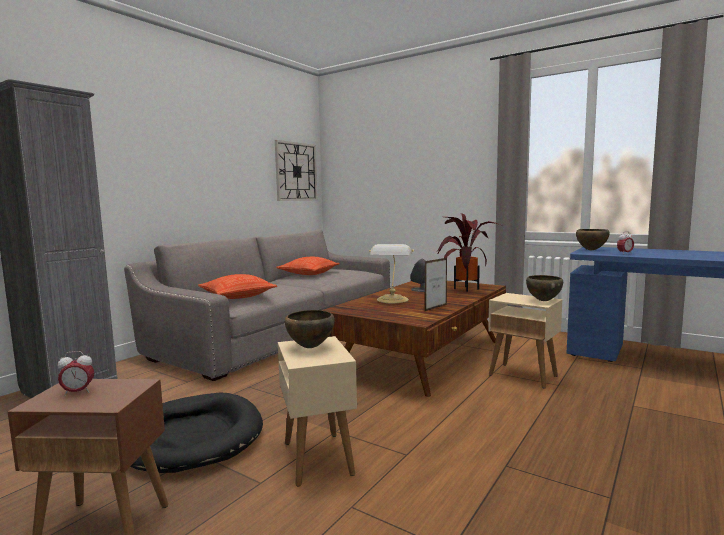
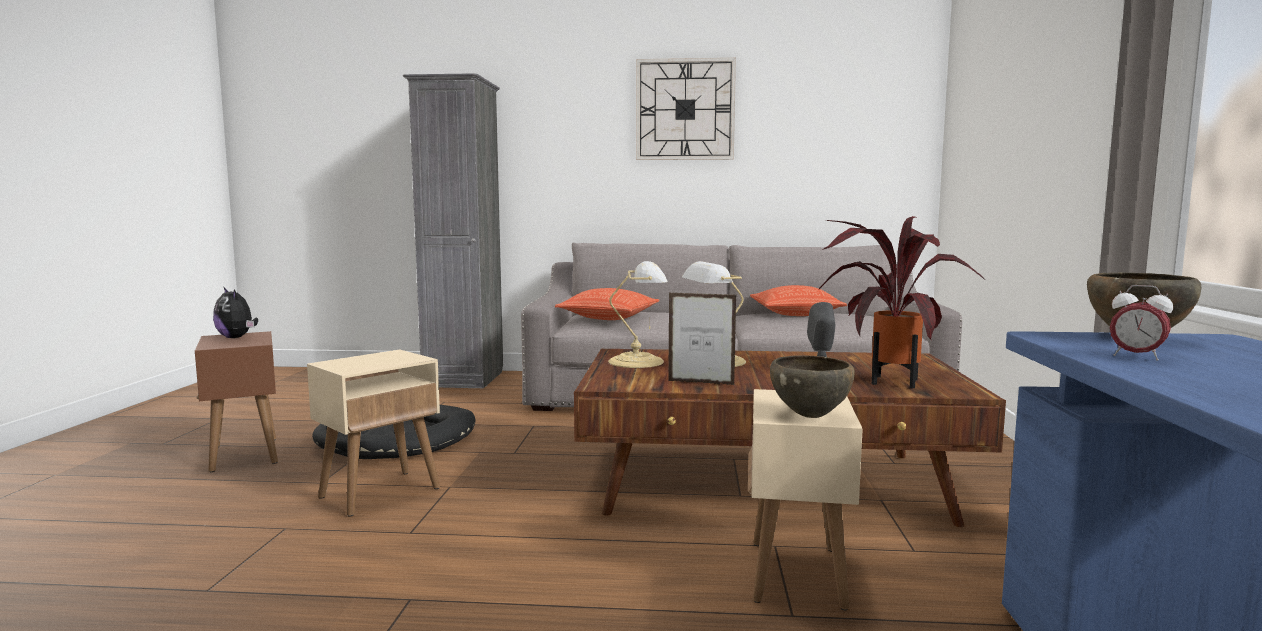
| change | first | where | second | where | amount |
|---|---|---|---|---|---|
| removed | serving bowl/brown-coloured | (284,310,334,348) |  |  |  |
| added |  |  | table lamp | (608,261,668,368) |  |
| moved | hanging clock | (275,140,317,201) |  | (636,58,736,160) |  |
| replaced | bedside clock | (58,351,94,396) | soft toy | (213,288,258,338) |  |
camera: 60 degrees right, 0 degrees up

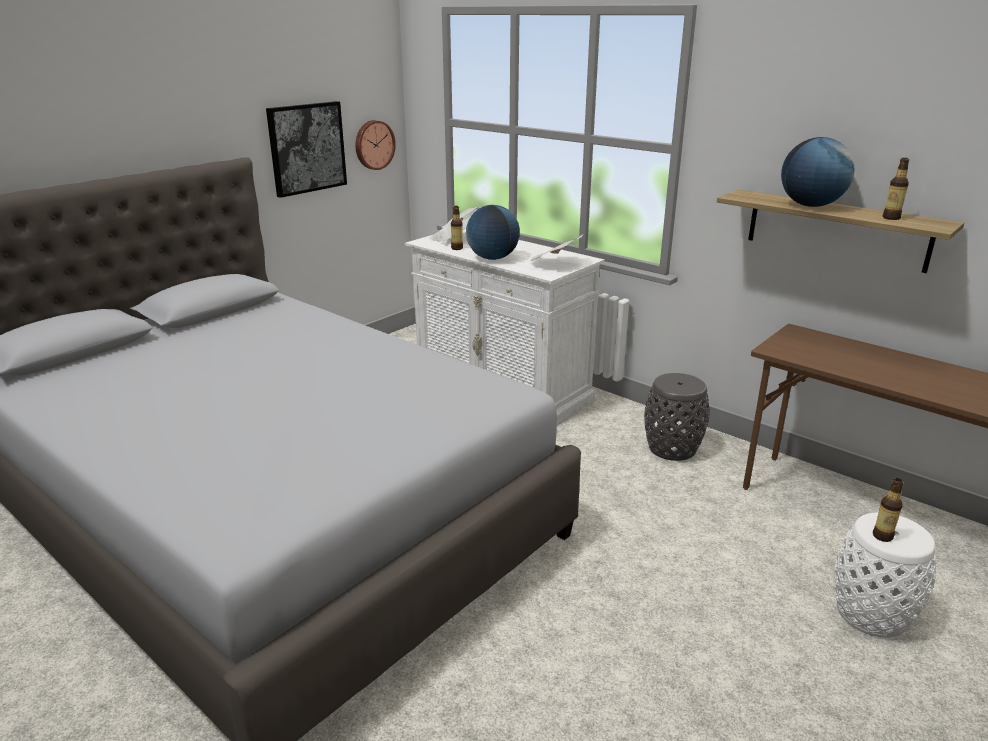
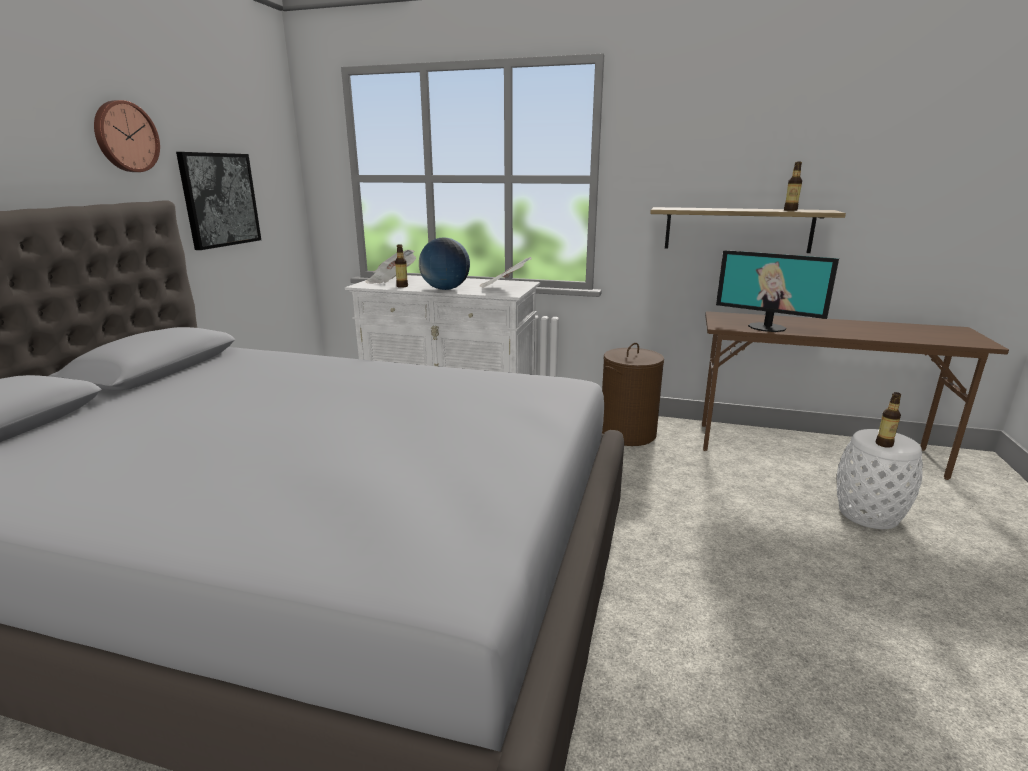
| change | first | where | second | where | amount |
|---|---|---|---|---|---|
| removed | globe | (781,137,854,207) |  |  |  |
| added |  |  | computer screen | (716,250,839,332) |  |
| moved | hanging clock | (355,120,396,170) |  | (94,100,160,172) |  |
| replaced | stool seat/grey | (644,373,709,461) | washing basket/brown-coloured | (602,343,664,446) |  |
camera: 25 degrees left, 5 degrees down

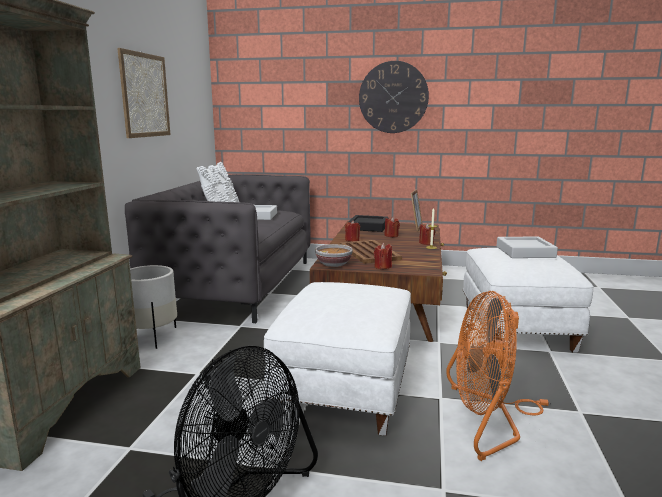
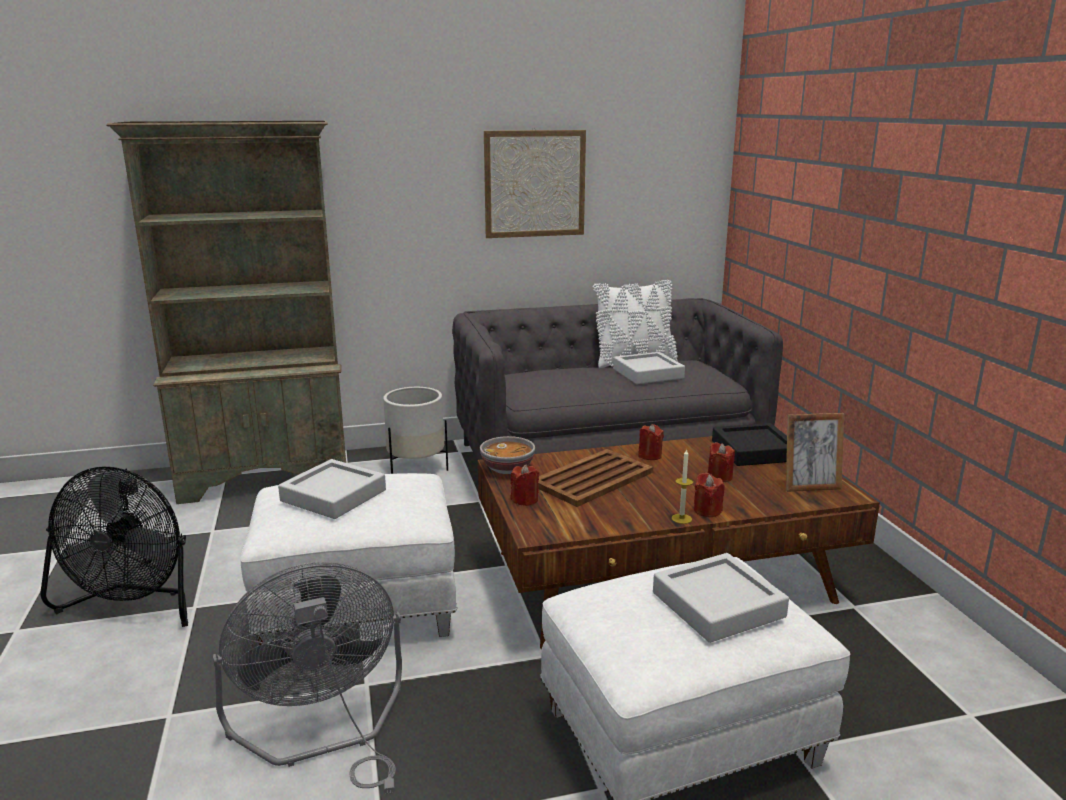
| change | first | where | second | where | amount |
|---|---|---|---|---|---|
| removed | hanging clock | (359,61,429,133) |  |  |  |
| added |  |  | tray/grey | (278,459,386,519) |  |
| recoloured | fan/orange-coloured | (446,291,551,461) | fan/grey | (213,562,402,794) |  |
camera: 65 degrees right, 5 degrees up

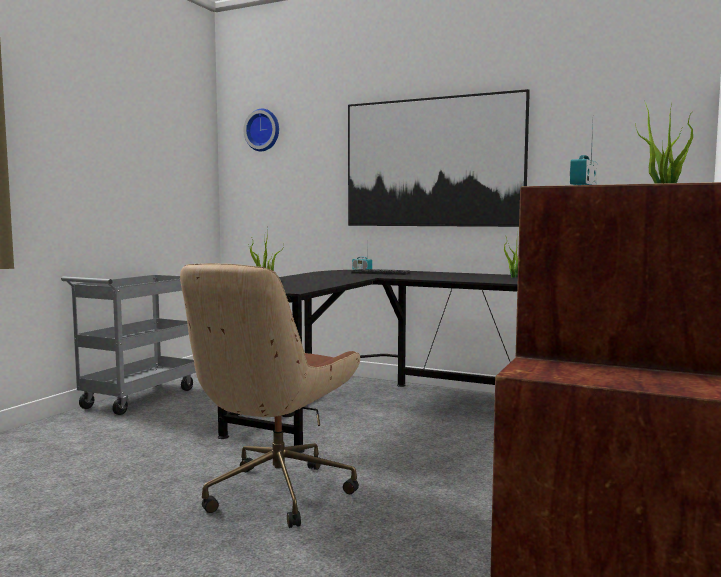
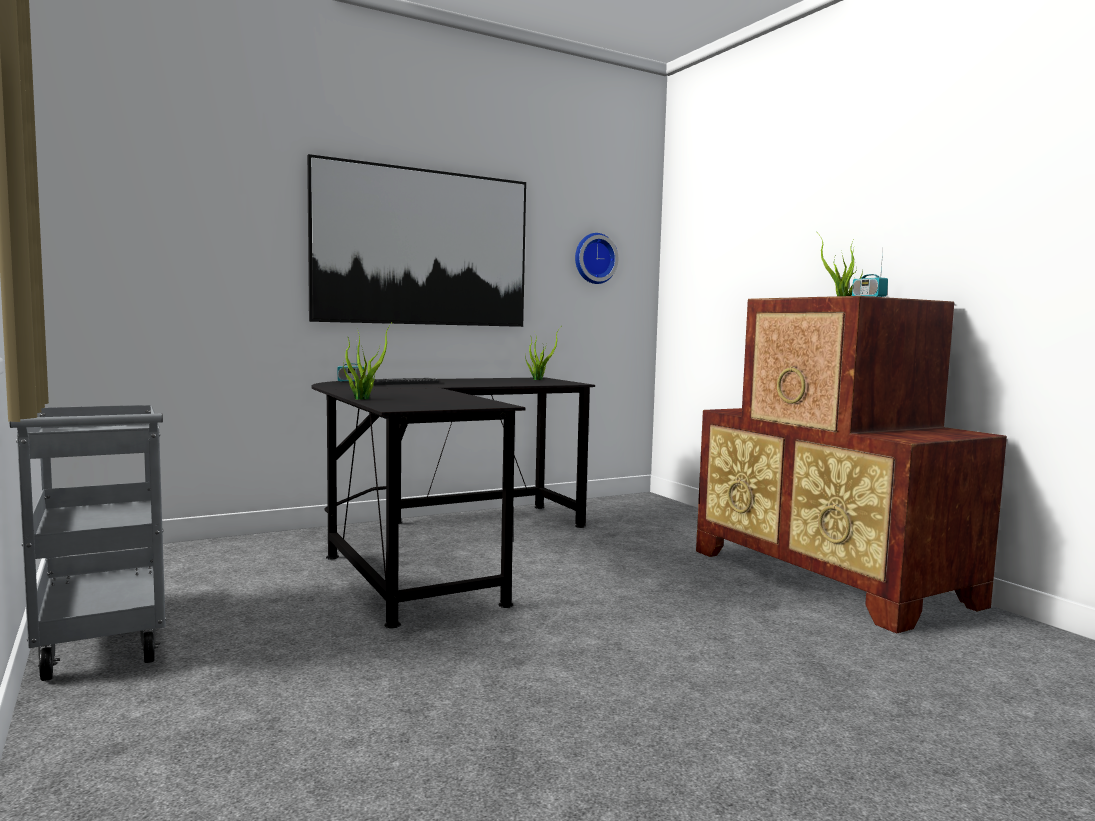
| change | first | where | second | where | amount |
|---|---|---|---|---|---|
| removed | computer chair/brown-coloured | (180,263,360,528) |  |  |  |
| moved | hanging clock | (244,109,279,151) |  | (575,233,618,284) |  |
camera: 55 degrees left, 0 degrees up

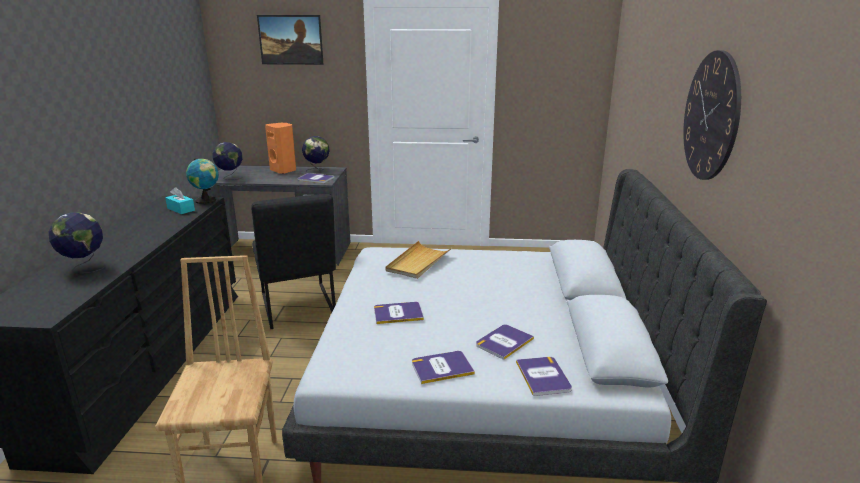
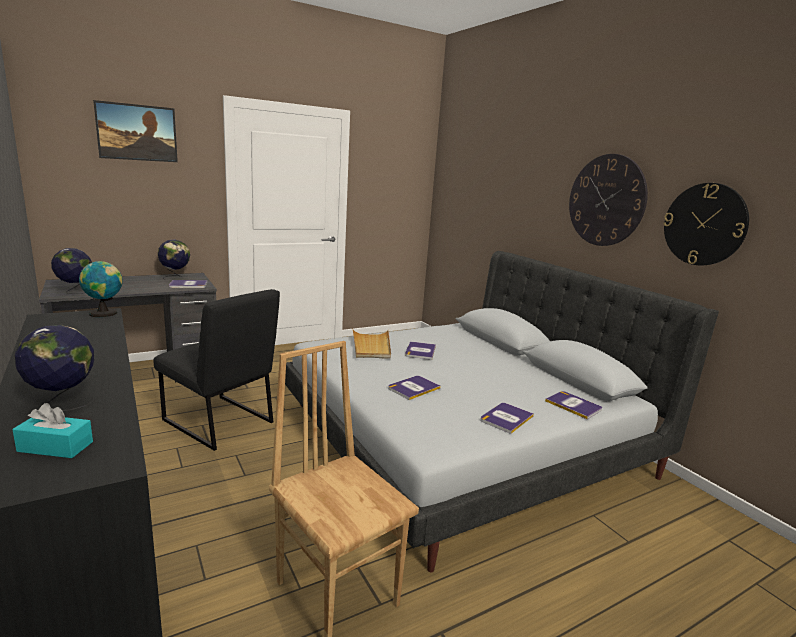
| change | first | where | second | where | amount |
|---|---|---|---|---|---|
| removed | audio speaker/orange-coloured | (265,123,296,174) |  |  |  |
| added |  |  | hanging clock | (663,183,749,266) |  |
| moved | tissue box/turquoise | (165,187,195,214) |  | (12,403,93,458) |  |
| moved | book | (476,324,534,360) |  | (405,342,436,360) |  |
camera: 35 degrees left, 5 degrees down

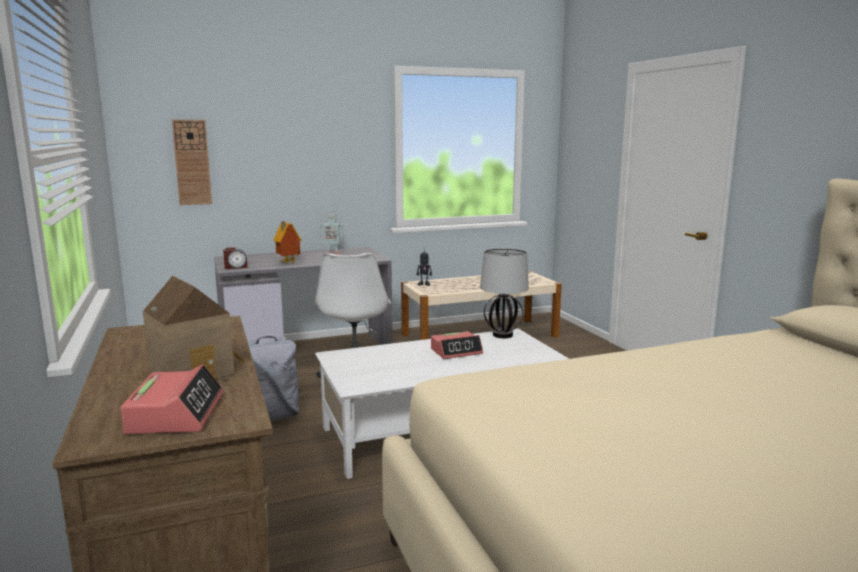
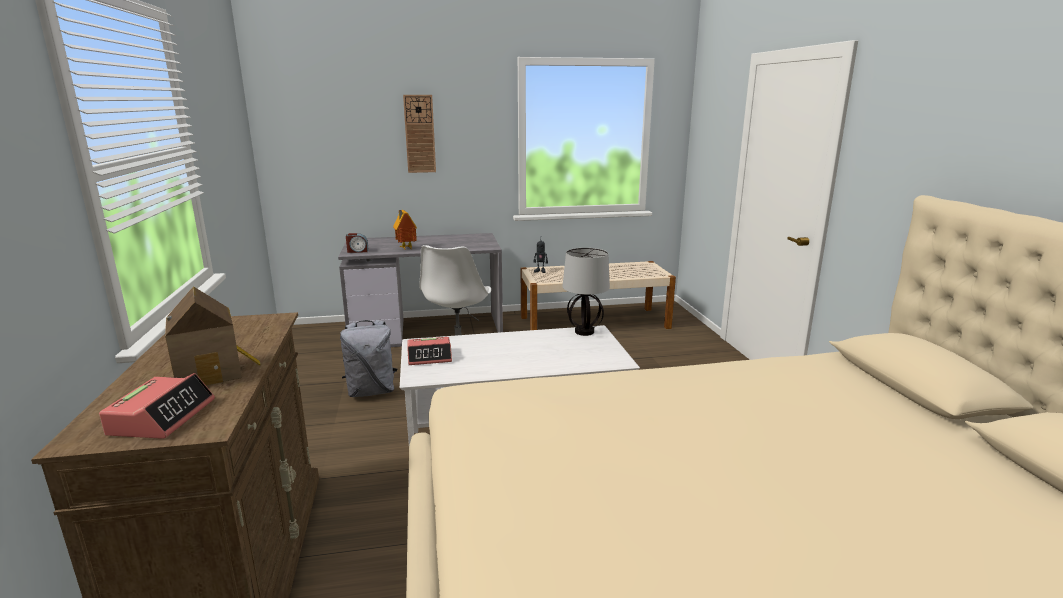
| change | first | where | second | where | amount |
|---|---|---|---|---|---|
| removed | toy robot | (320,214,343,255) |  |  |  |
| moved | hanging clock | (172,120,212,205) |  | (403,95,436,173) |  |
| moved | bedside clock | (431,331,483,359) |  | (407,337,452,365) |  |
camera: 10 degrees right, 5 degrees up

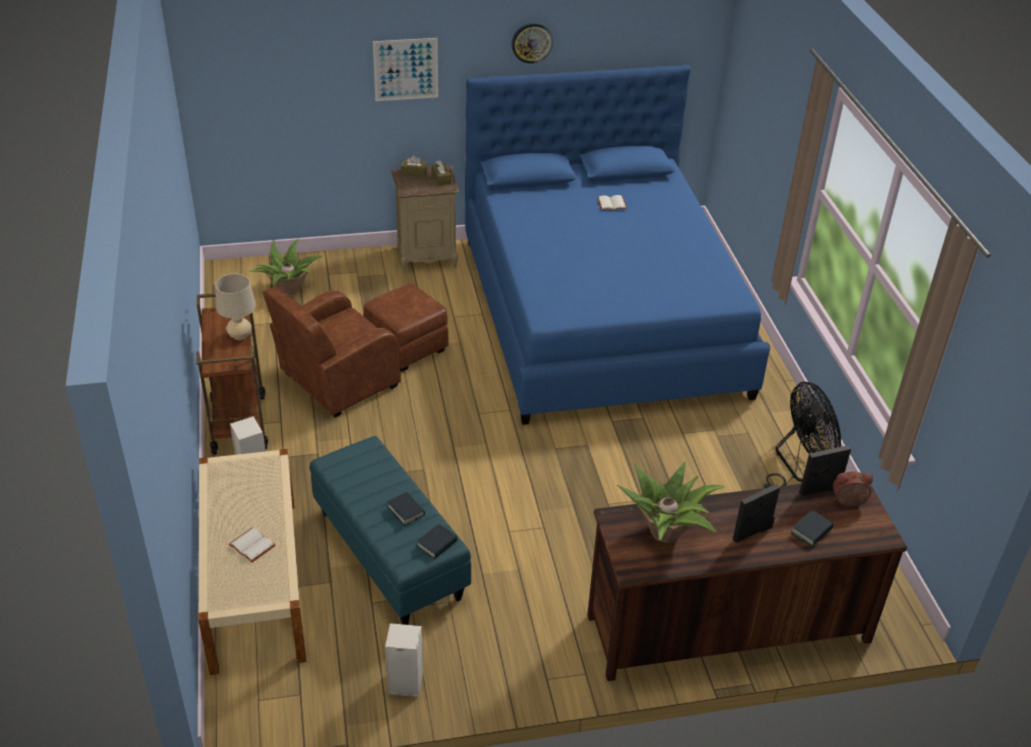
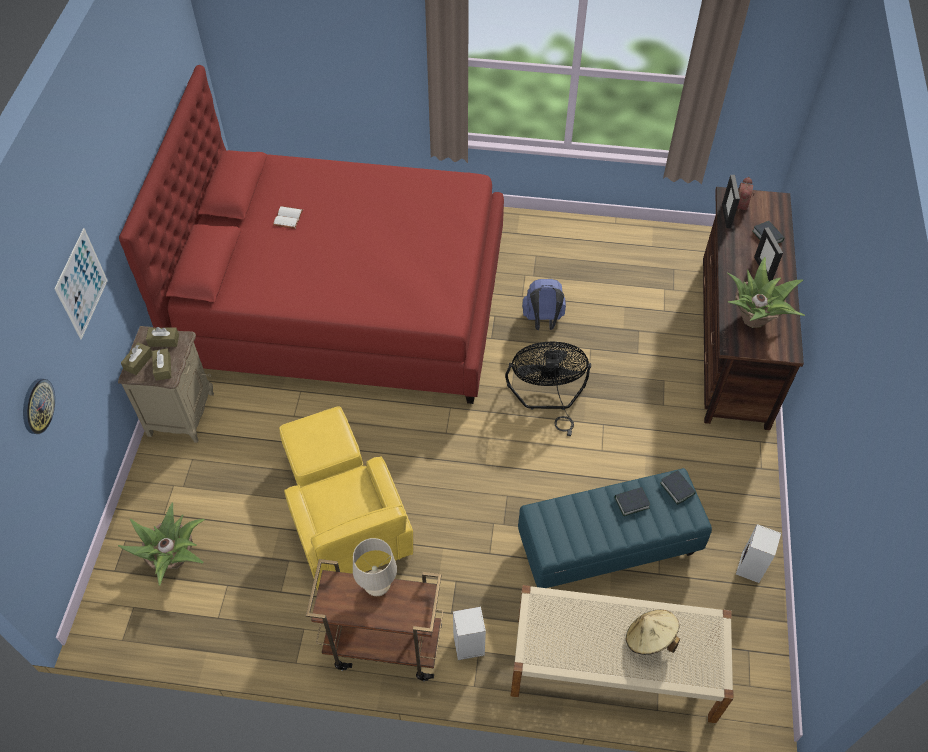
| change | first | where | second | where | amount |
|---|---|---|---|---|---|
| added |  |  | tissue box/brown-coloured | (152,349,171,381) |  |
| added |  |  | backpack/blue-coloured | (522,279,566,330) |  |
| moved | hanging clock | (512,23,553,64) |  | (23,378,55,434) |  |
| moved | fan/black | (764,382,841,488) |  | (505,342,591,436) |  |
| replaced | book/whitish | (229,527,276,563) | hat/beige-coloured | (626,610,680,655) |  |
| recoloured | armchair/brown-coloured | (263,283,448,418) | armchair/yellow | (279,406,413,590) |  |
| recoloured | sleeping bed/blue-coloured | (465,65,770,425) | sleeping bed/red-coloured | (119,65,504,404) |  |
camera: 70 degrees left, 15 degrees up

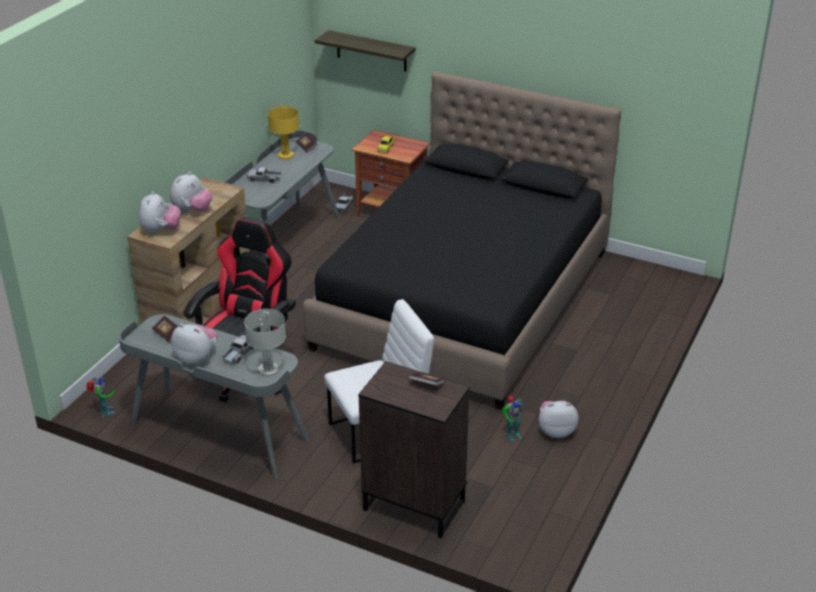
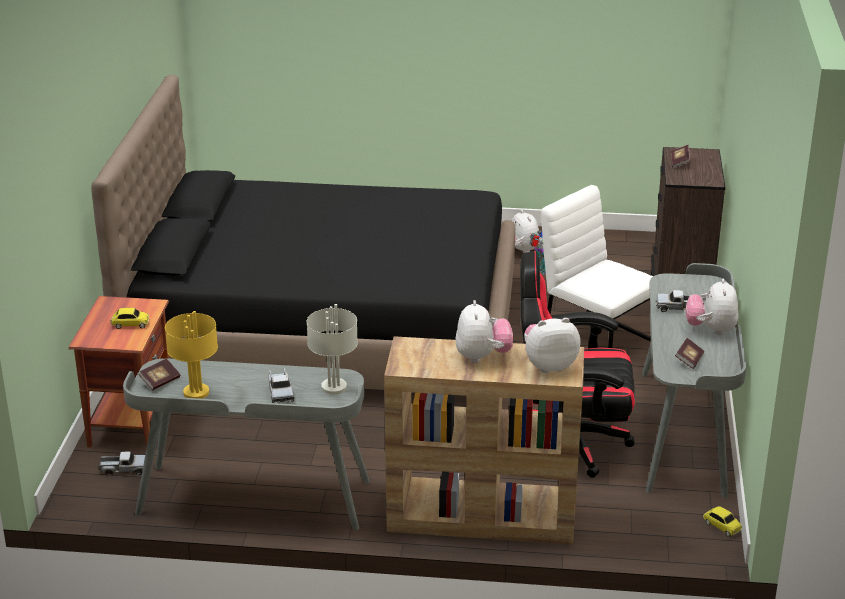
| change | first | where | second | where | amount |
|---|---|---|---|---|---|
| removed | bracket shelf | (315,30,416,71) |  |  |  |
| moved | table lamp/grey | (244,309,286,377) |  | (306,304,358,395) |  |
| replaced | toy robot | (86,376,115,417) | model car | (703,506,742,537) |  |
| turned | soft toy | (170,172,212,213) |  | (455,300,513,363) | 75 degrees clockwise |
camera: 110 degrees left, 5 degrees down

